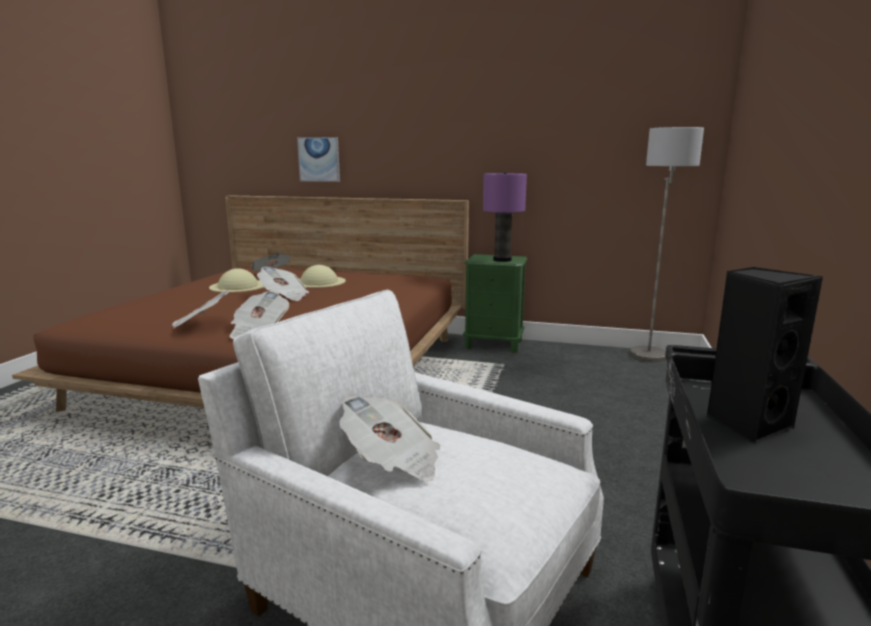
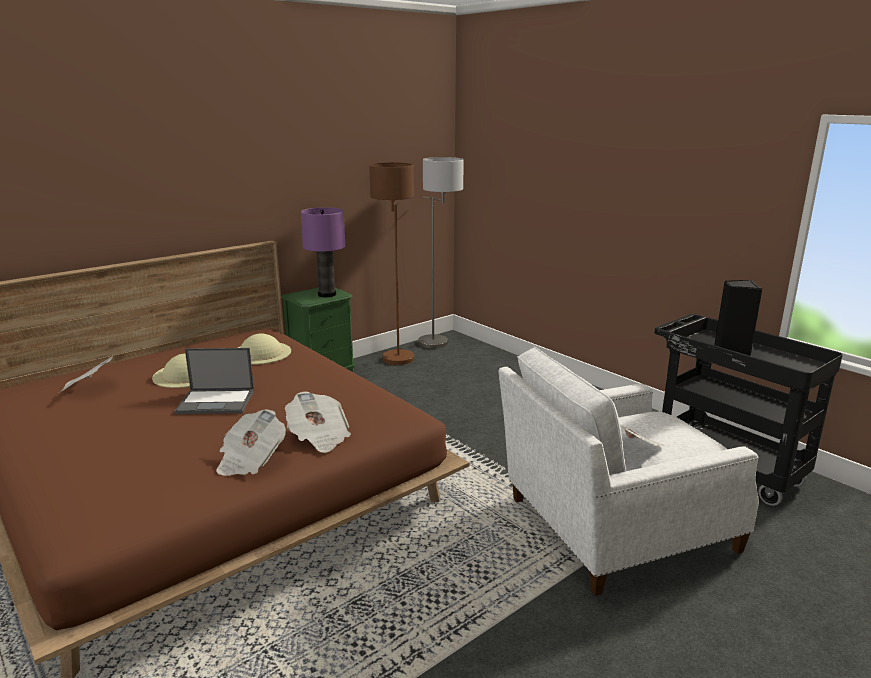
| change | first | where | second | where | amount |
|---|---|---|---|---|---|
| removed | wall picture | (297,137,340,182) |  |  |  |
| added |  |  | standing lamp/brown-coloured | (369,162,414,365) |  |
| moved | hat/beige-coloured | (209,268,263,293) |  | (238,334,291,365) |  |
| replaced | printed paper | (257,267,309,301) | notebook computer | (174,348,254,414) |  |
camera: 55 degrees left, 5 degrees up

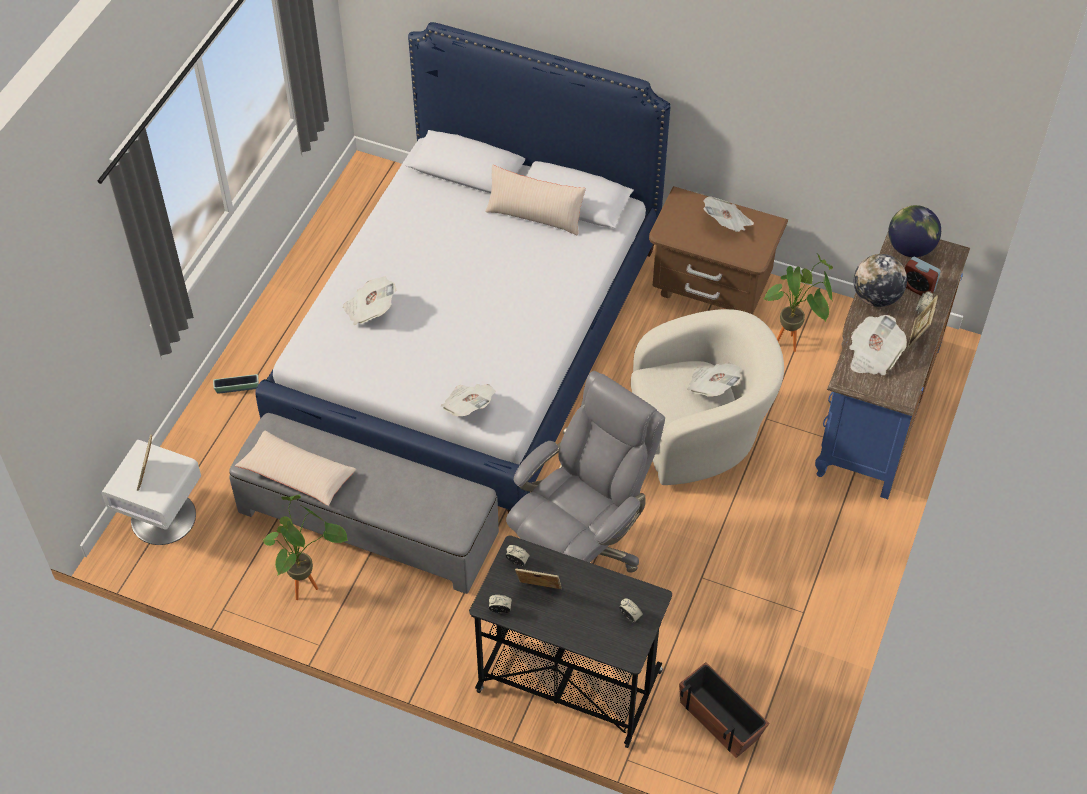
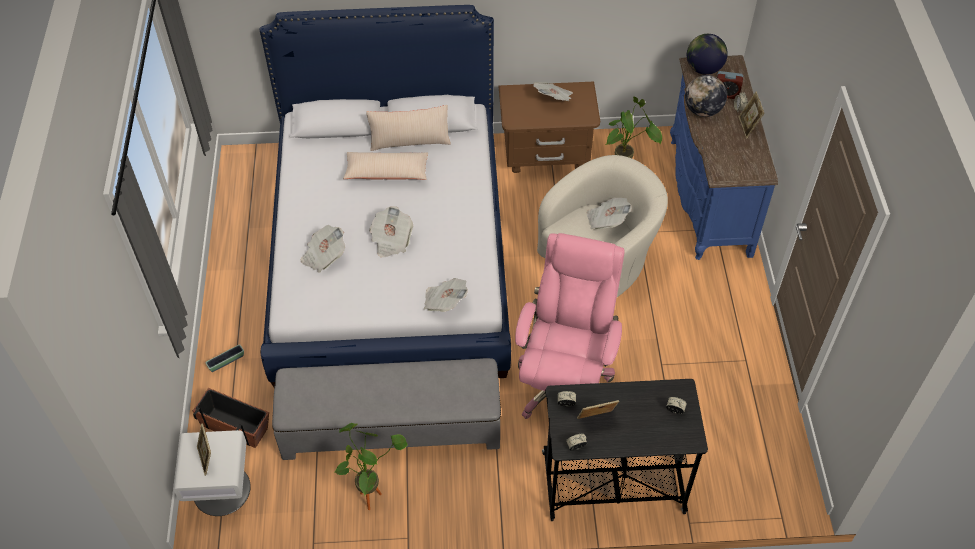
| change | first | where | second | where | amount |
|---|---|---|---|---|---|
| moved | cushion/beige-coloured | (235,431,356,506) |  | (343,152,428,180) |  |
| moved | planter | (679,662,769,758) |  | (193,388,269,448) |  |
| moved | printed paper | (849,315,907,375) |  | (369,206,413,257) |  |
| recoloured | computer chair/grey | (506,371,665,573) | computer chair/pink | (515,233,625,419) |  |
camera: 25 degrees left, 0 degrees up

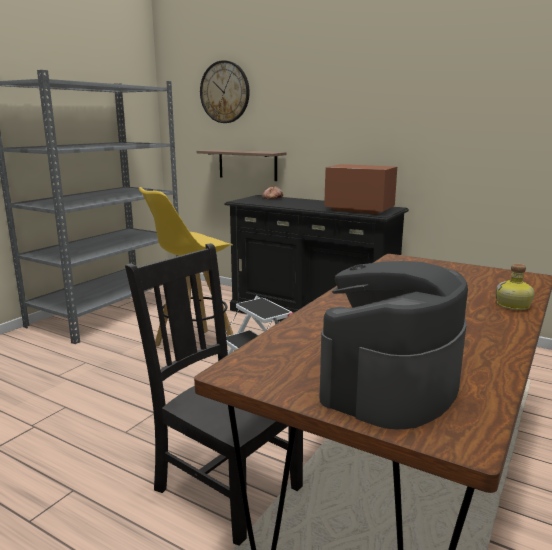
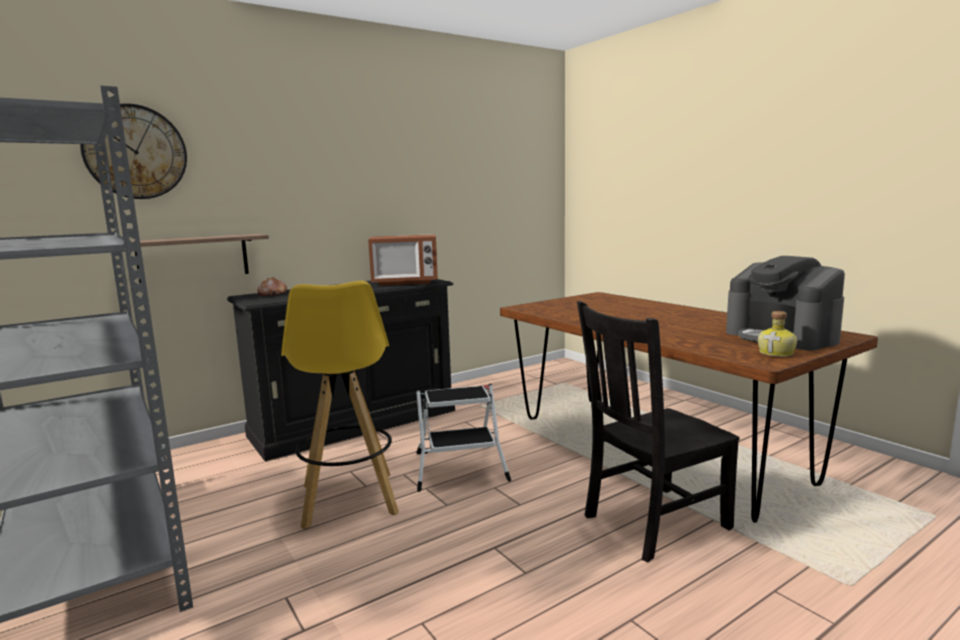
| change | first | where | second | where | amount |
|---|---|---|---|---|---|
| moved | beverage bottle | (496,264,534,310) |  | (758,311,797,357) |  |
| turned | kitchen microwave | (324,164,397,214) |  | (368,234,438,286) | 150 degrees counterclockwise |
camera: 65 degrees left, 5 degrees down

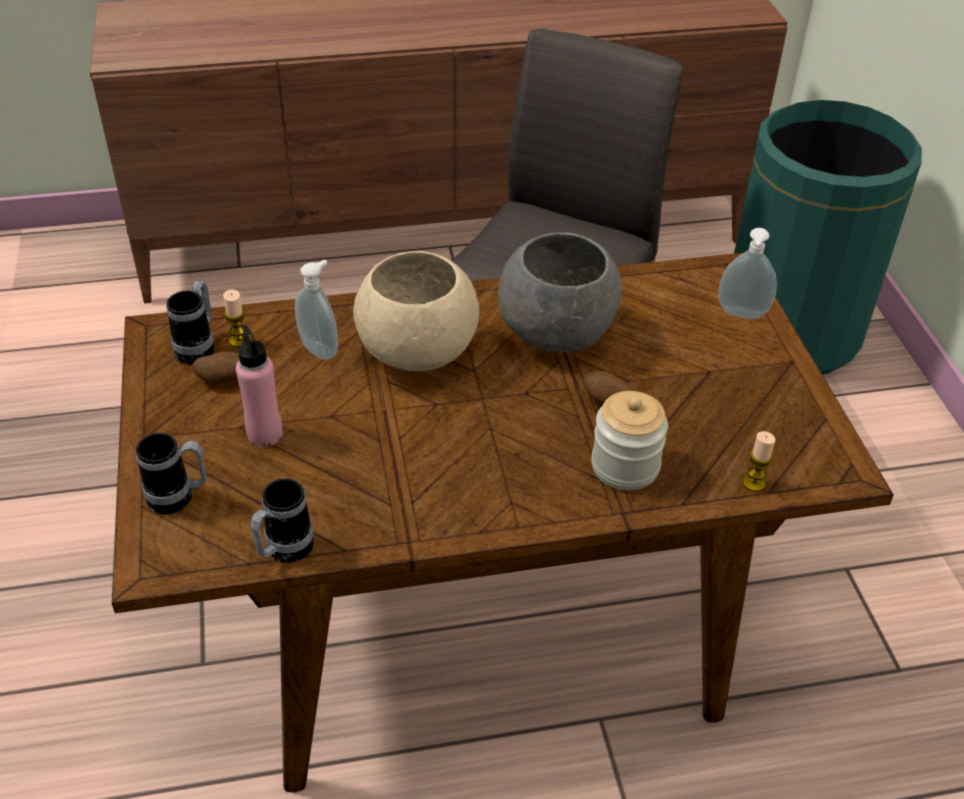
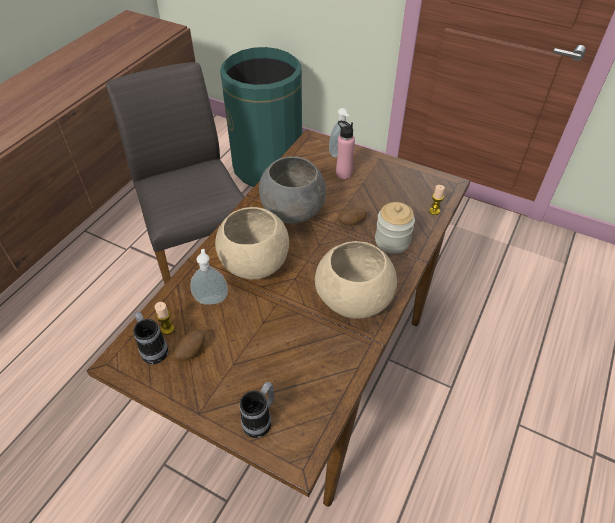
| change | first | where | second | where | amount |
|---|---|---|---|---|---|
| removed | mug | (250,479,314,562) |  |  |  |
| added |  |  | serving bowl/beige-coloured | (315,241,397,319) |  |
| moved | beverage bottle/pink | (236,325,282,447) |  | (336,121,355,179) |  |
camera: 50 degrees left, 5 degrees up

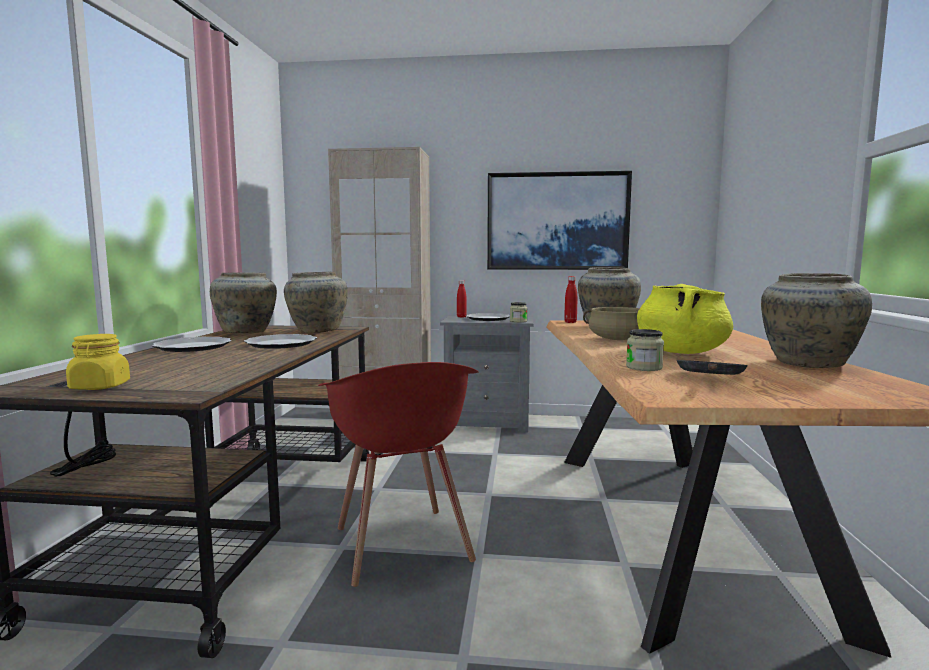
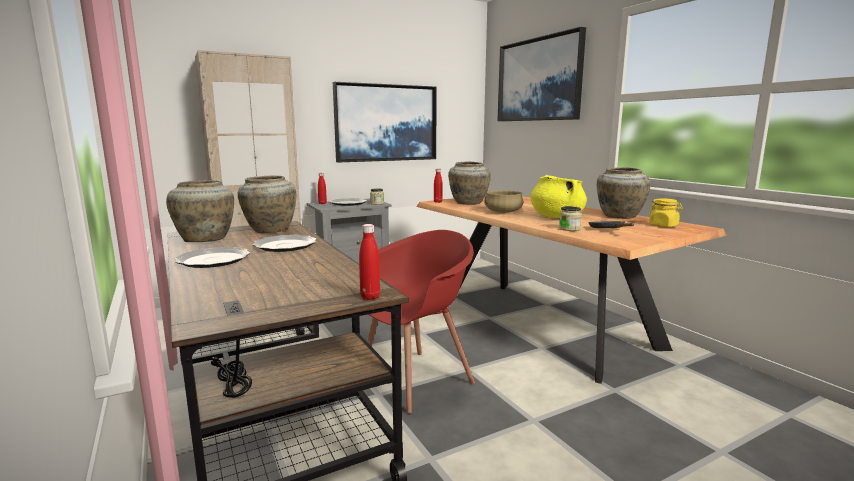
| change | first | where | second | where | amount |
|---|---|---|---|---|---|
| added |  |  | beverage bottle/red-coloured | (359,224,380,300) |  |
| added |  |  | wall picture | (497,27,586,121) |  |
| moved | preserve jar/yellow | (66,334,130,390) |  | (649,198,683,227) |  |
| turned | plain chair/red-coloured | (318,362,479,587) |  | (367,230,475,414) | 75 degrees counterclockwise |
camera: 35 degrees left, 5 degrees up

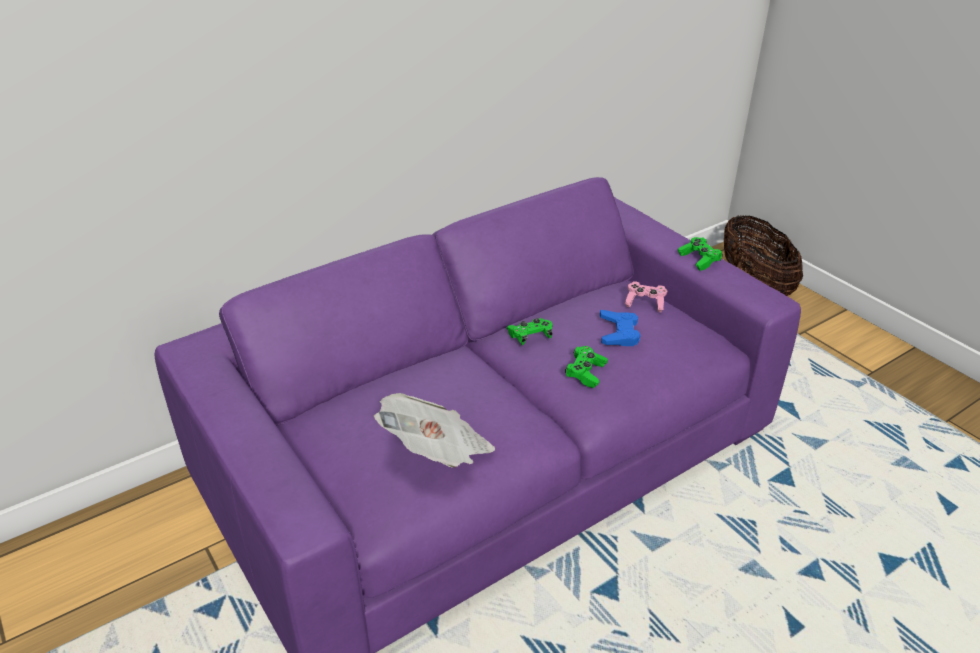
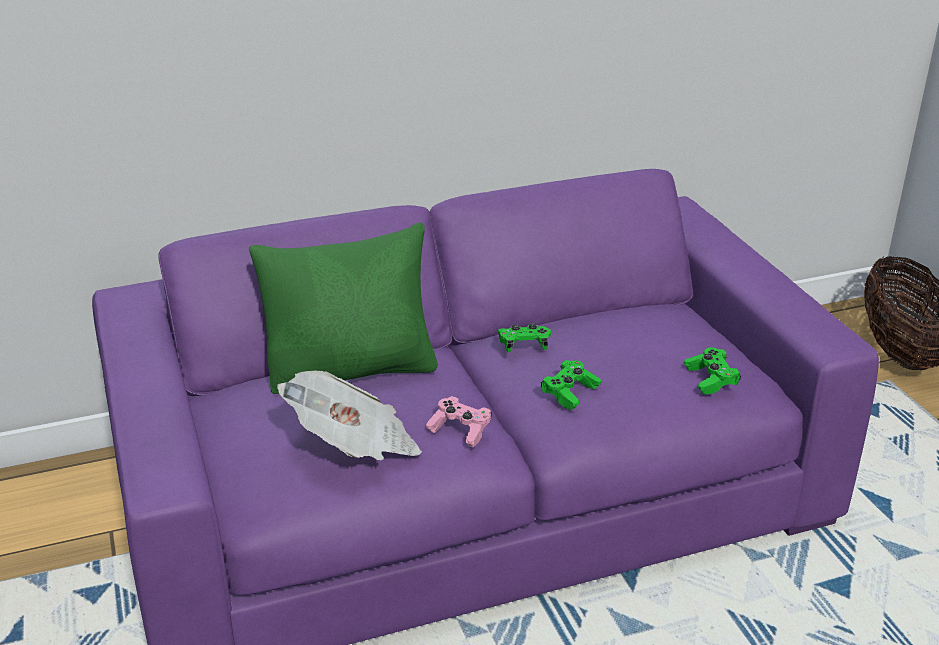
| change | first | where | second | where | amount |
|---|---|---|---|---|---|
| removed | game controller/blue-coloured | (600,310,640,346) |  |  |  |
| added |  |  | cushion/greenish | (249,222,438,394) |  |
| moved | game controller/pink | (625,281,667,312) |  | (426,396,492,448) |  |
| moved | game controller/greenish | (678,237,723,271) |  | (684,347,741,395) |  |
camera: 15 degrees right, 5 degrees down

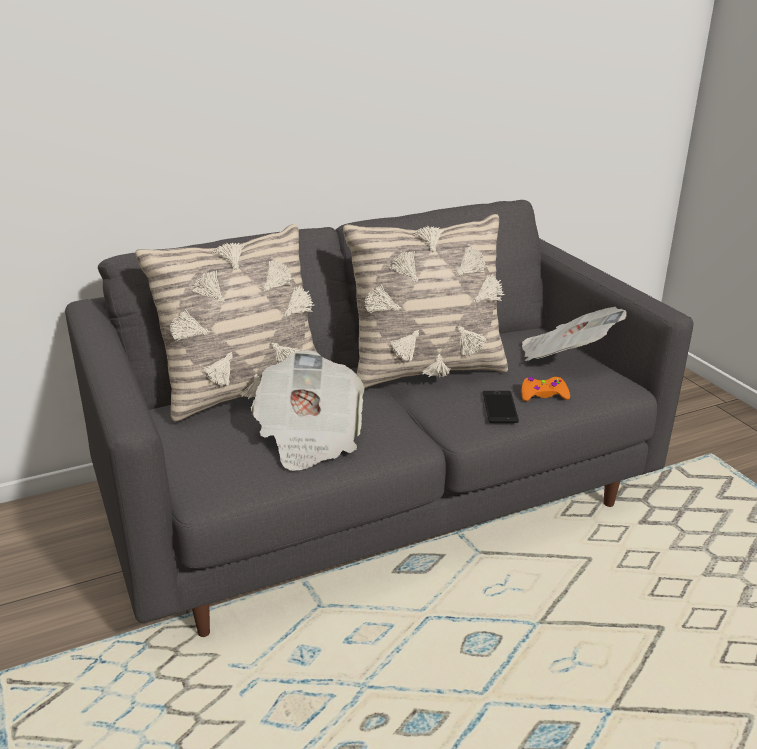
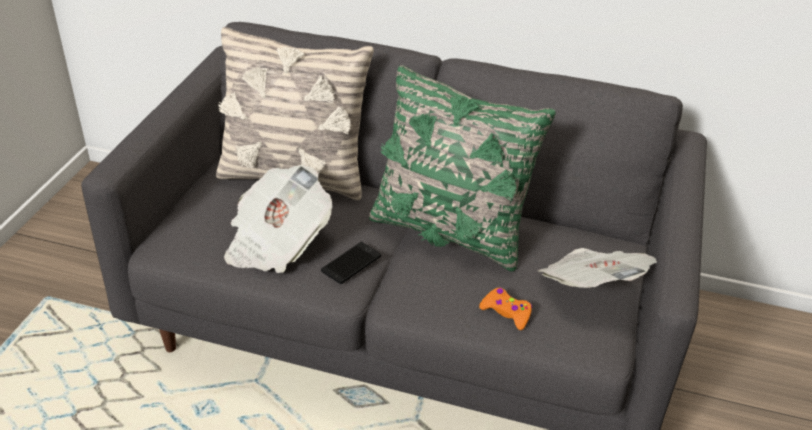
| change | first | where | second | where | amount |
|---|---|---|---|---|---|
| moved | telephone | (483,391,519,423) |  | (321,242,381,284) |  |
| recoloured | cushion/beige-coloured | (343,214,508,388) | cushion/greenish | (369,65,556,272) |  |
camera: 40 degrees right, 10 degrees up

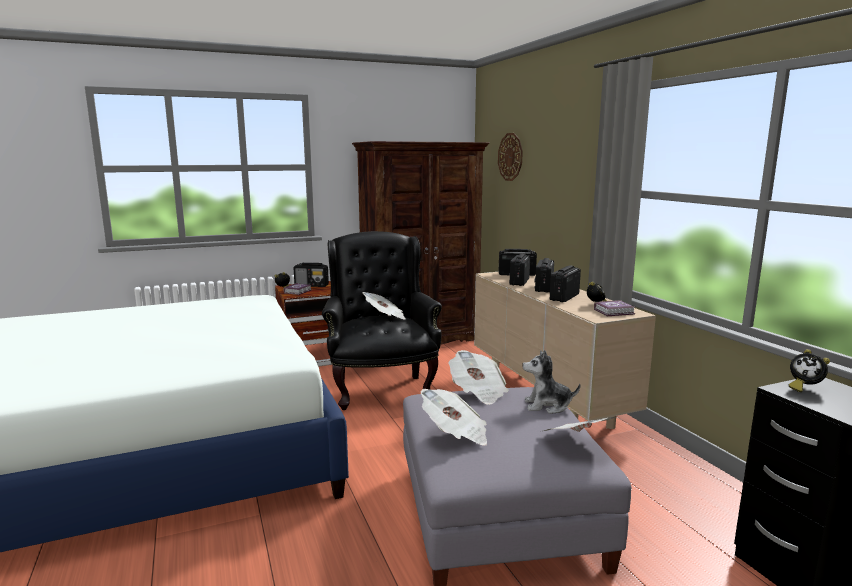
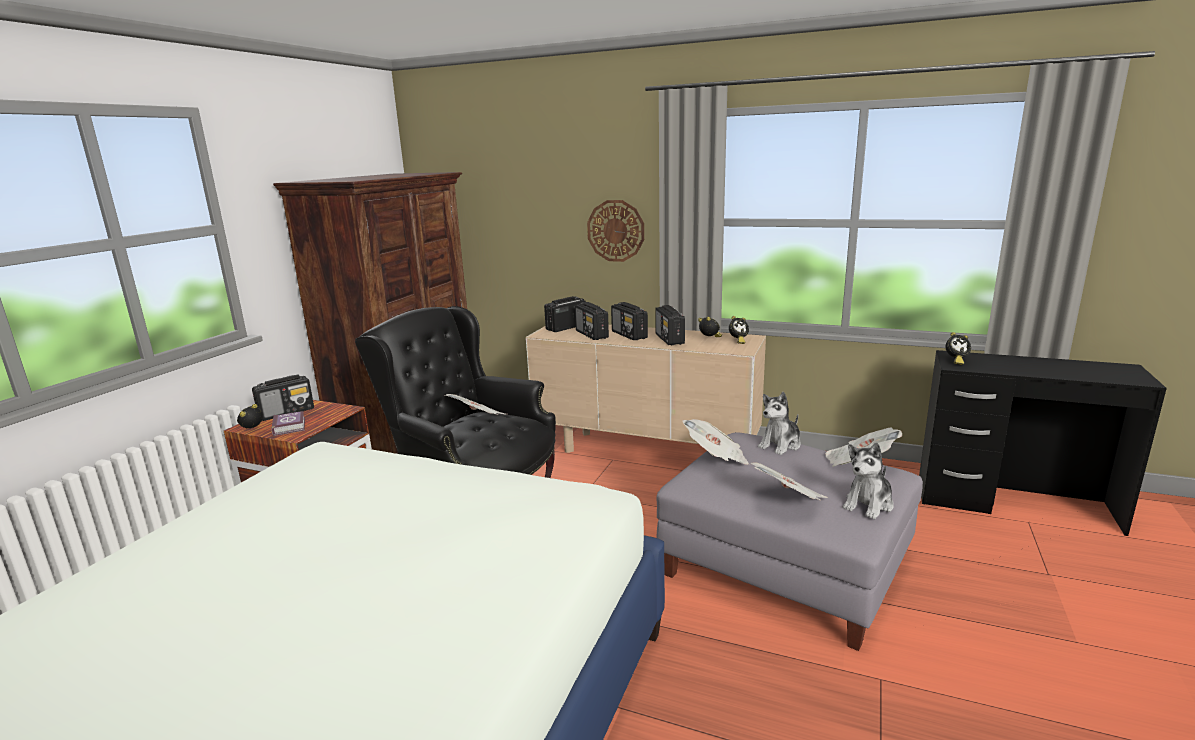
| change | first | where | second | where | amount |
|---|---|---|---|---|---|
| added |  |  | soft toy | (843,442,894,519) |  |
| moved | hanging clock | (498,133,523,181) |  | (587,200,644,262) |  |
| replaced | book | (594,300,635,316) | bedside clock | (729,316,749,344) |  |
camera: 45 degrees left, 5 degrees up

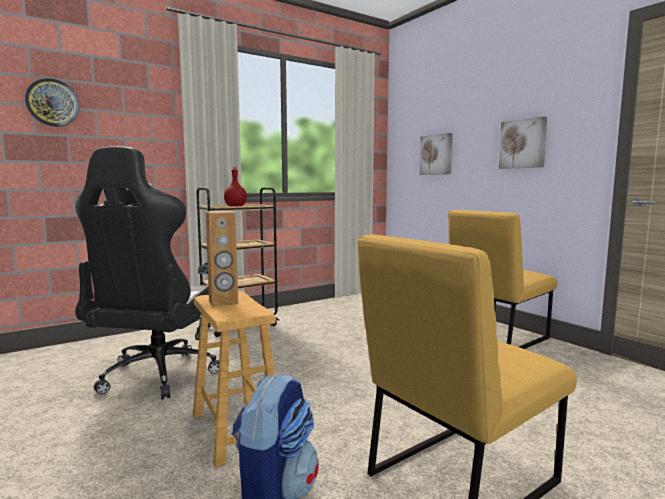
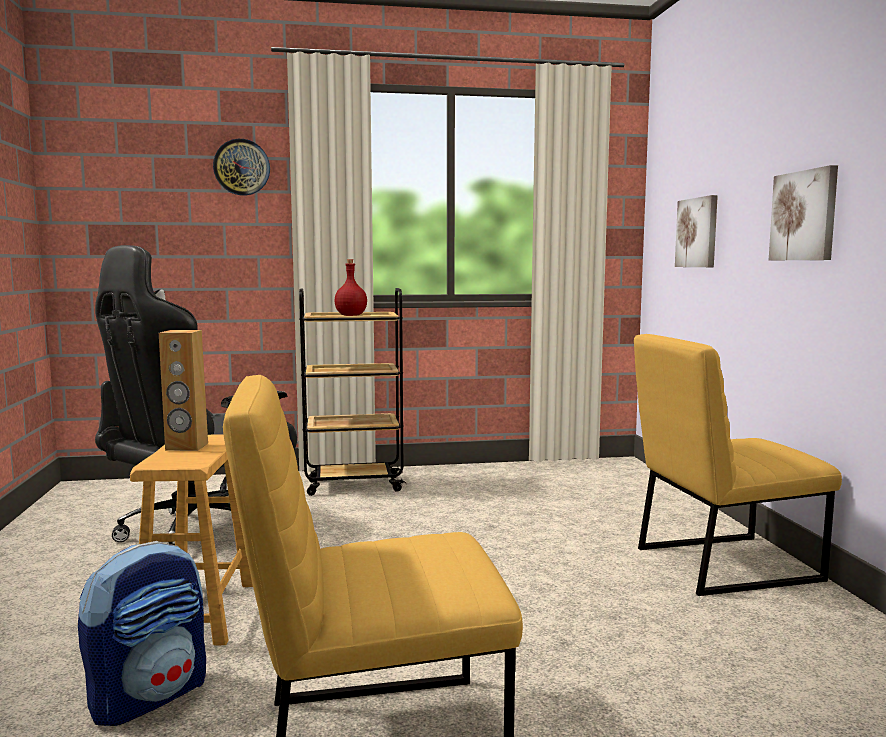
| change | first | where | second | where | amount |
|---|---|---|---|---|---|
| moved | hanging clock | (25,78,80,127) |  | (213,139,270,196) |  |
camera: 25 degrees right, 0 degrees up

